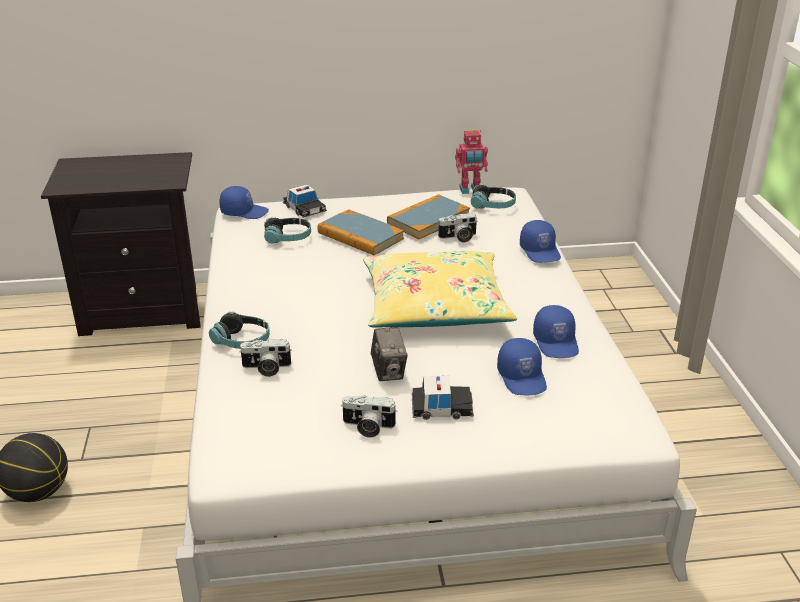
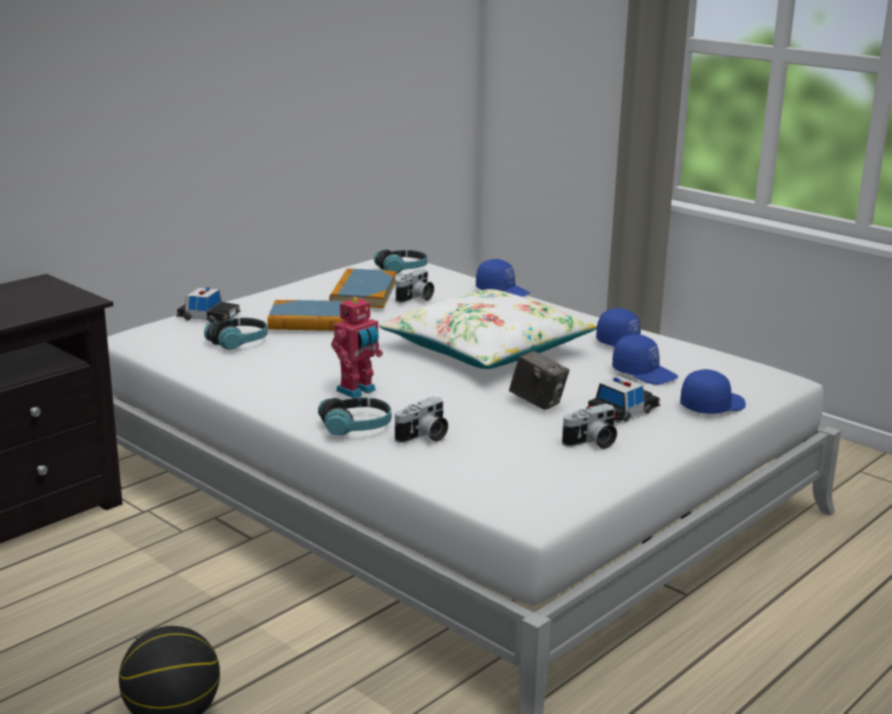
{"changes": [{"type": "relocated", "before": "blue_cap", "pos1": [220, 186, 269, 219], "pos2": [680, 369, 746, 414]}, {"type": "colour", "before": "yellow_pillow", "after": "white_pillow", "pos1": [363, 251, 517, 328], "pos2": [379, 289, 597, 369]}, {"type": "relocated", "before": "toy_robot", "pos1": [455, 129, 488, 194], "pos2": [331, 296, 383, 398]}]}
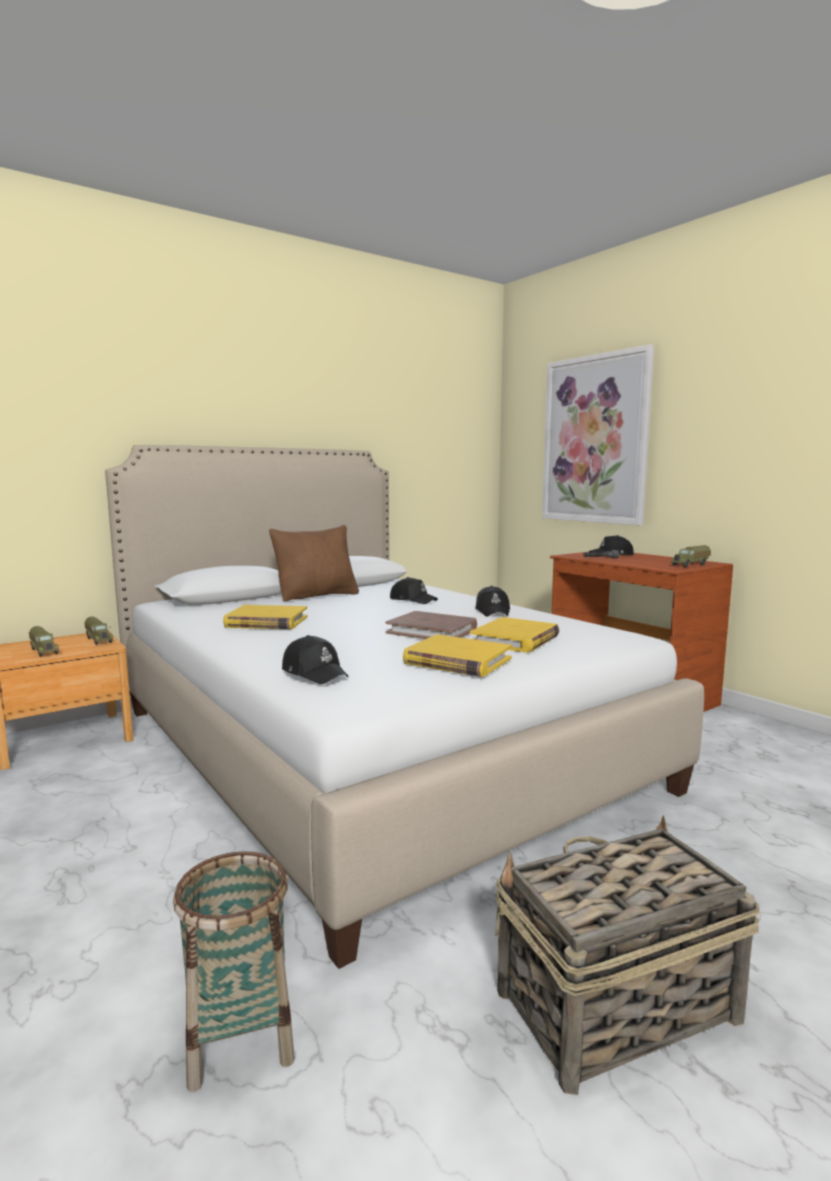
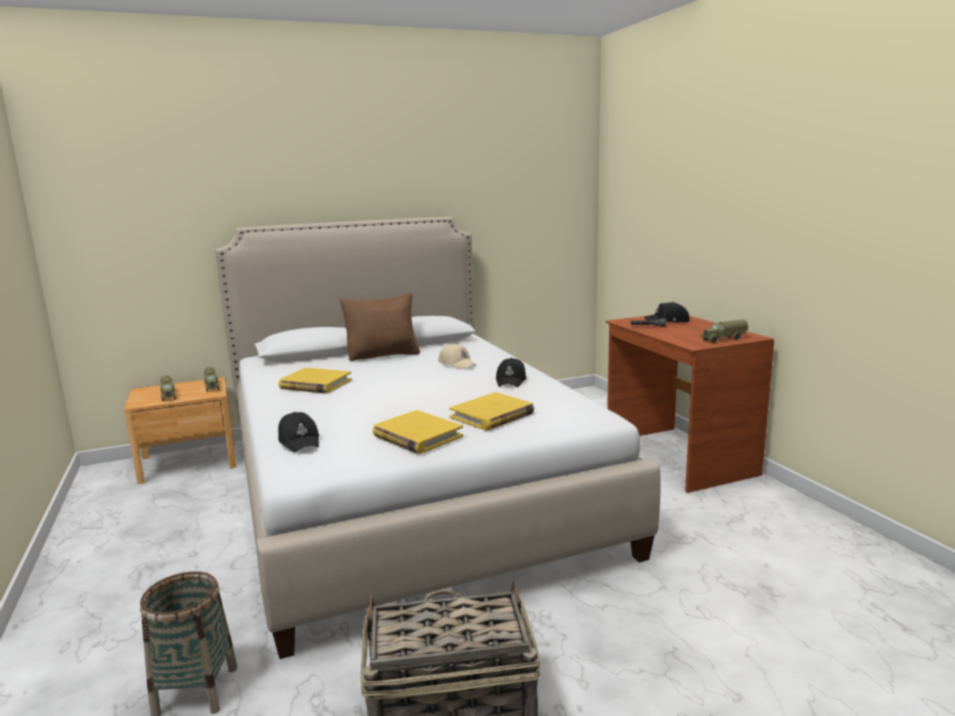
{"changes": [{"type": "missing", "before": "brown_book", "pos1": [386, 611, 477, 639]}, {"type": "colour", "before": "black_cap", "after": "beige_cap", "pos1": [390, 577, 438, 604], "pos2": [439, 343, 476, 369]}, {"type": "missing", "before": "picture", "pos1": [542, 344, 654, 525]}]}
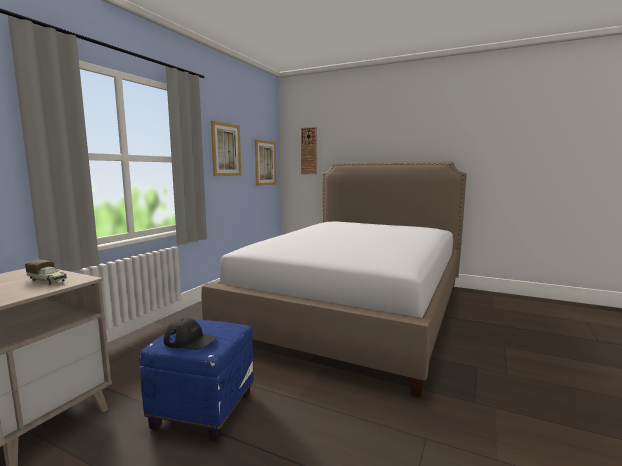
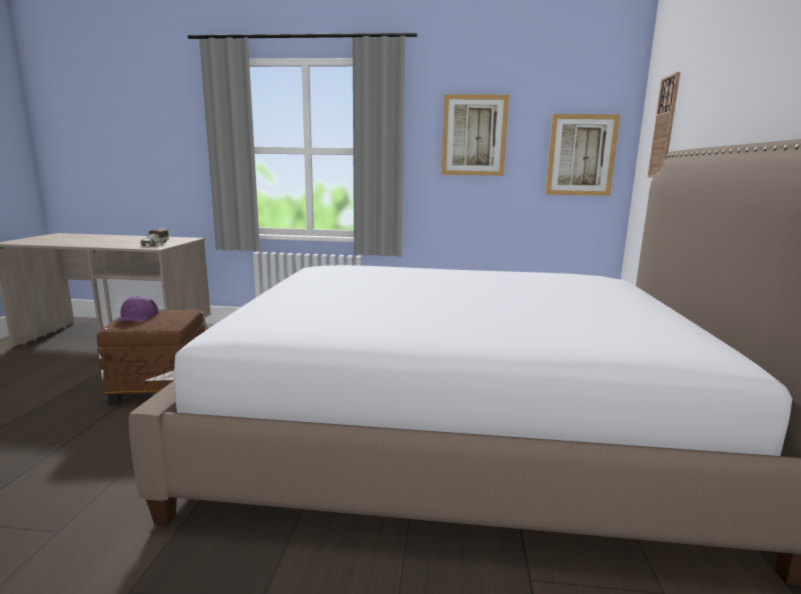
{"changes": [{"type": "colour", "before": "blue_ottoman", "after": "brown_ottoman", "pos1": [139, 319, 254, 442], "pos2": [97, 310, 205, 405]}, {"type": "colour", "before": "black_cap", "after": "purple_cap", "pos1": [164, 318, 217, 350], "pos2": [116, 295, 159, 321]}]}
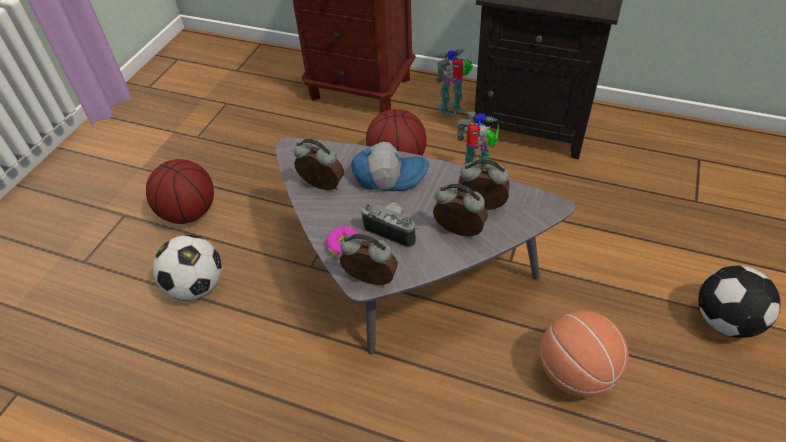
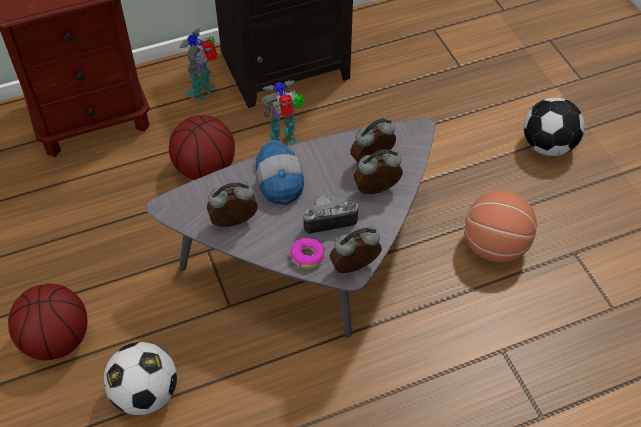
{"changes": [{"type": "spun", "before": "cap", "pos1": [351, 142, 429, 191], "pos2": [256, 140, 304, 205], "turn": -60}]}
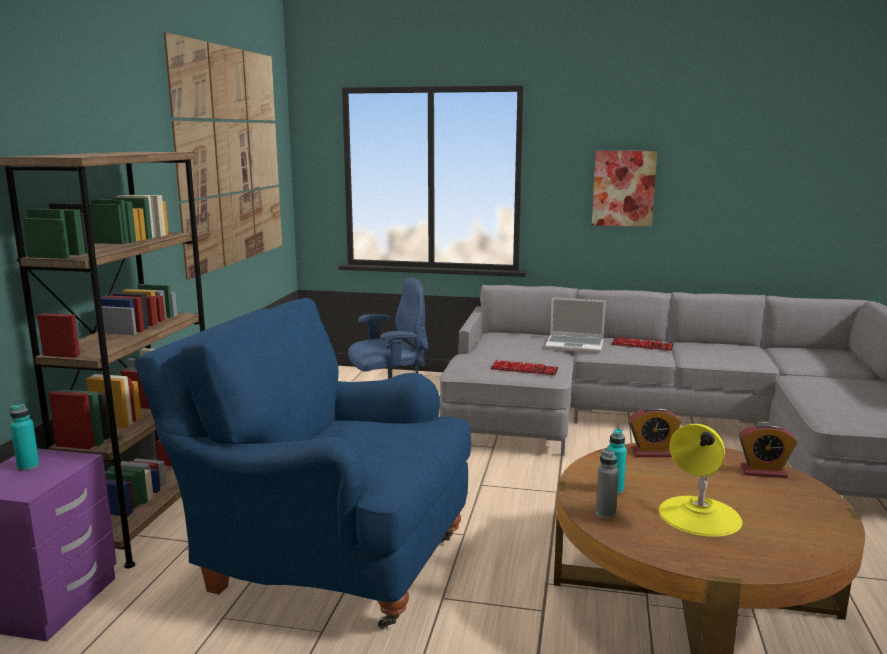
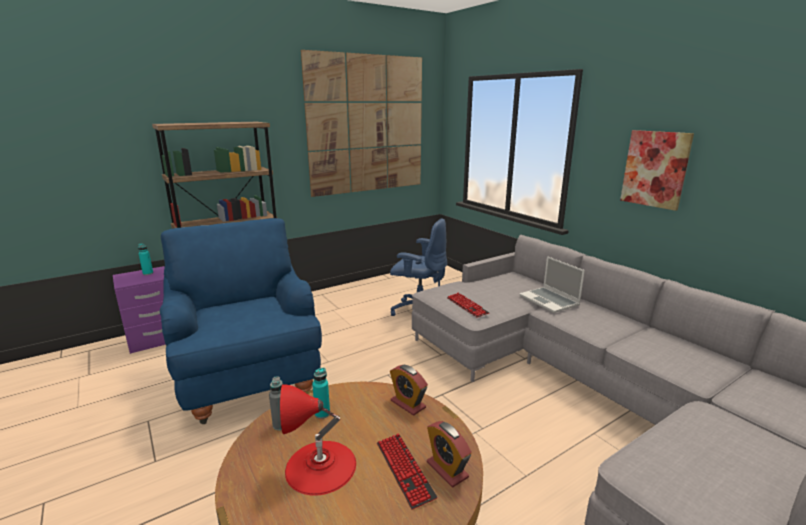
{"changes": [{"type": "relocated", "before": "keyboard", "pos1": [612, 337, 674, 351], "pos2": [377, 433, 437, 510]}, {"type": "colour", "before": "yellow_table_lamp", "after": "red_table_lamp", "pos1": [659, 424, 742, 537], "pos2": [280, 384, 356, 496]}]}
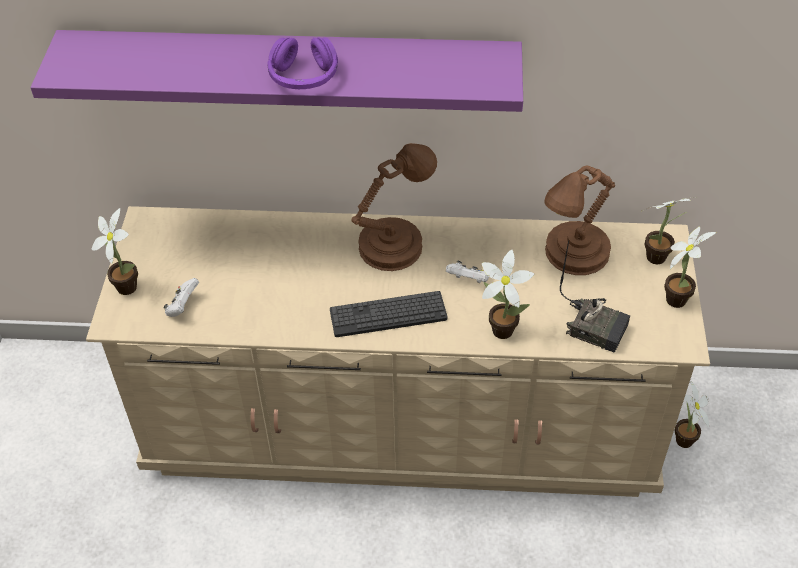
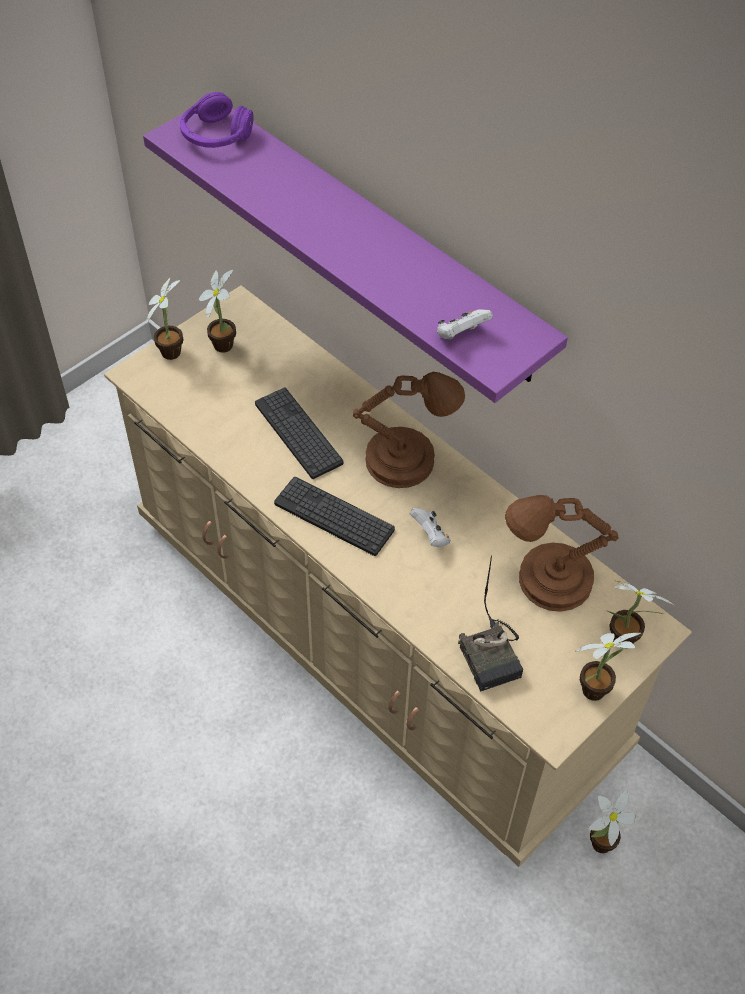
{"changes": [{"type": "relocated", "before": "white_game_controller", "pos1": [163, 278, 199, 317], "pos2": [437, 309, 493, 340]}, {"type": "relocated", "before": "purple_headphones", "pos1": [268, 37, 338, 89], "pos2": [180, 92, 254, 148]}, {"type": "relocated", "before": "potted_plant", "pos1": [482, 250, 534, 339], "pos2": [199, 270, 236, 353]}, {"type": "appeared", "after": "keyboard", "pos2": [255, 388, 343, 479]}]}
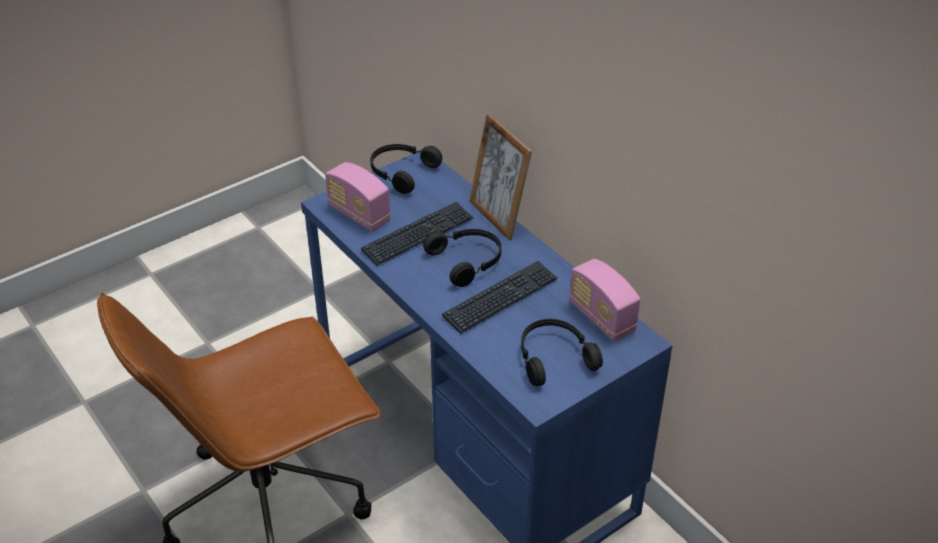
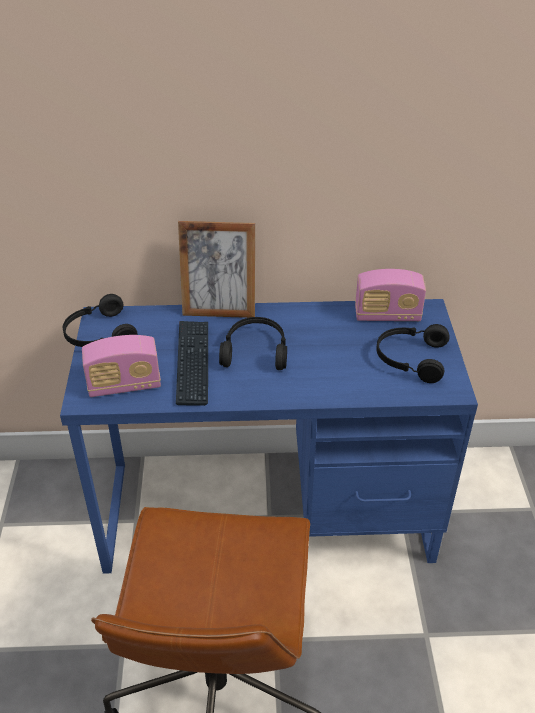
{"changes": [{"type": "missing", "before": "keyboard", "pos1": [442, 261, 558, 334]}]}
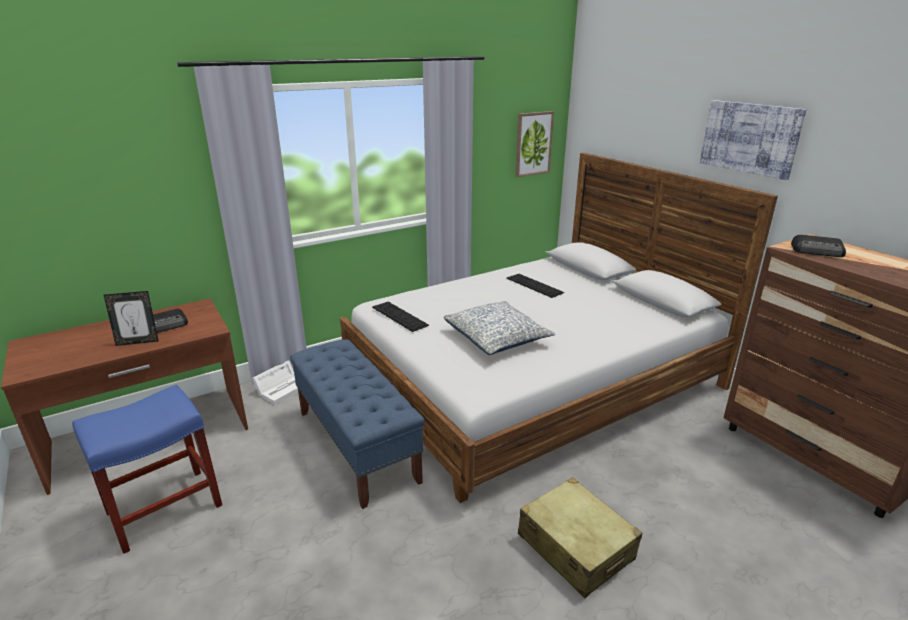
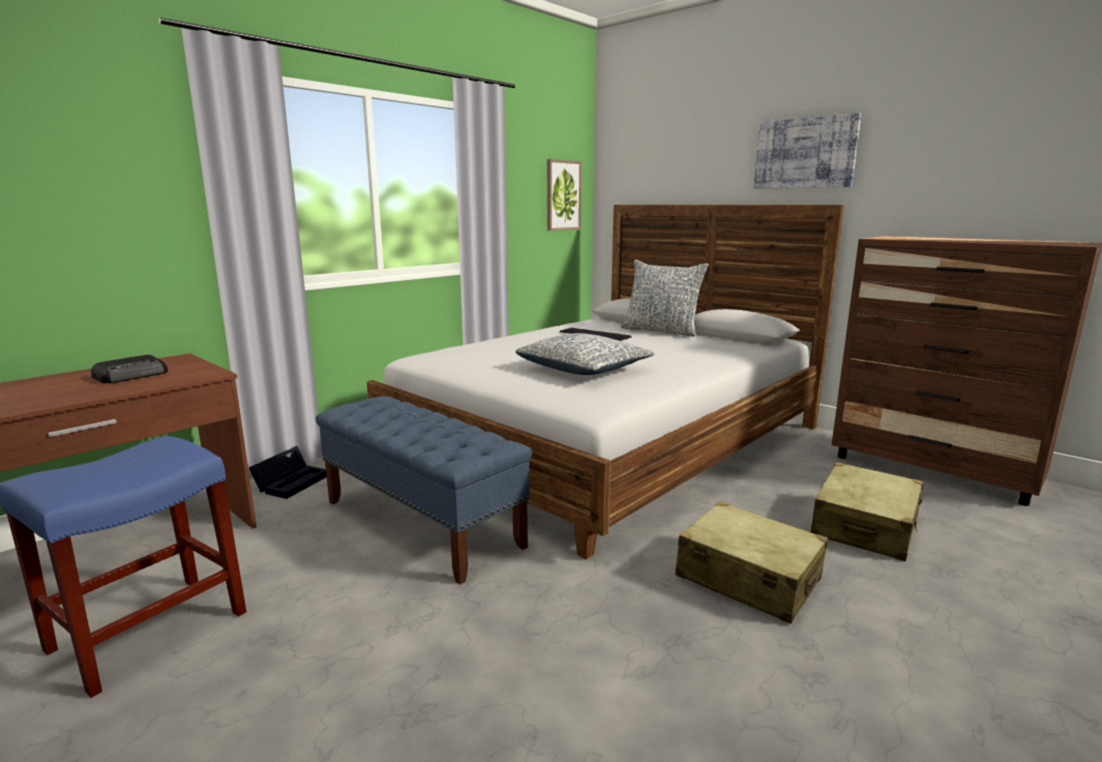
{"changes": [{"type": "missing", "before": "picture_frame", "pos1": [104, 291, 159, 346]}, {"type": "colour", "before": "white_storage_box", "after": "black_storage_box", "pos1": [252, 360, 298, 405], "pos2": [249, 446, 327, 499]}, {"type": "missing", "before": "keyboard", "pos1": [372, 302, 429, 332]}, {"type": "missing", "before": "radio", "pos1": [791, 235, 846, 257]}, {"type": "appeared", "after": "pillow", "pos2": [621, 260, 709, 337]}, {"type": "appeared", "after": "beige_suitcase", "pos2": [810, 462, 923, 561]}]}
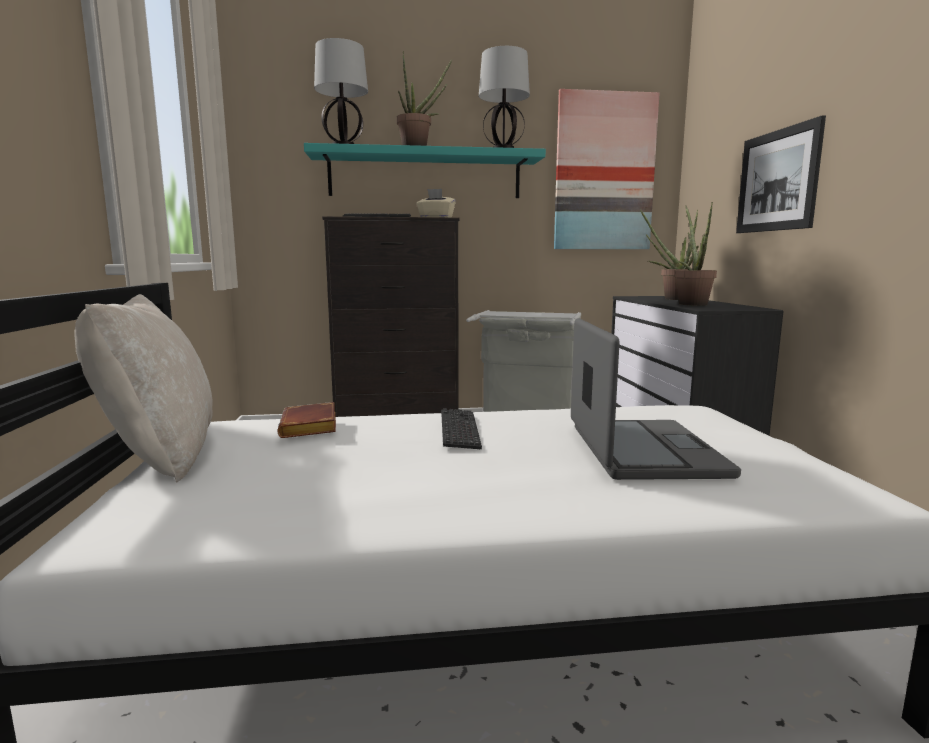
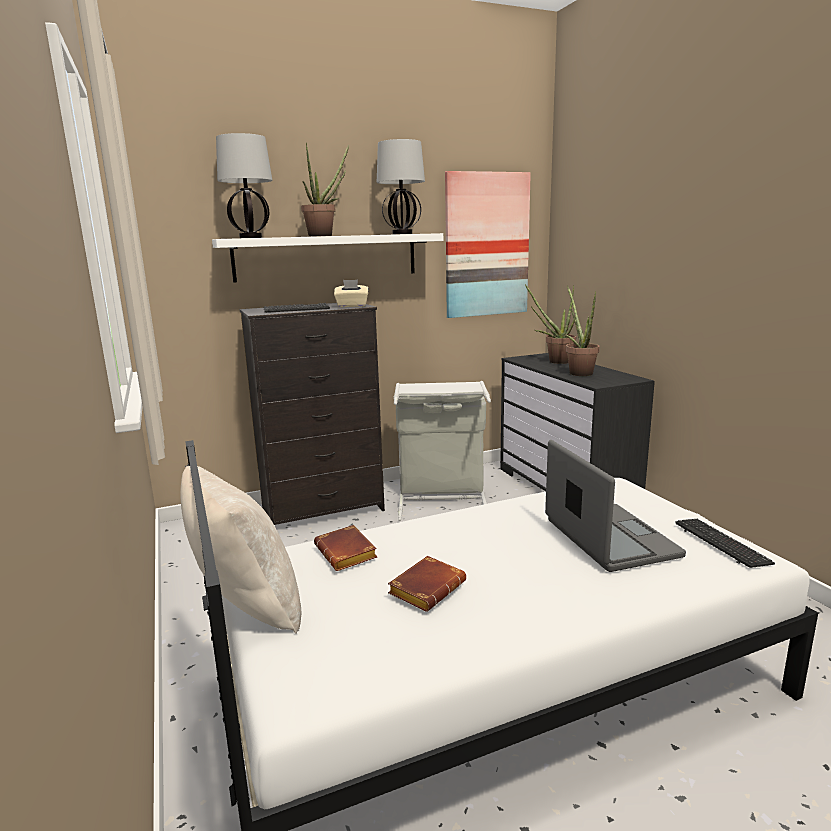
{"changes": [{"type": "colour", "before": "turquoise_shelf", "after": "white_shelf", "pos1": [304, 143, 546, 198], "pos2": [212, 233, 443, 283]}, {"type": "relocated", "before": "keyboard", "pos1": [441, 408, 482, 449], "pos2": [675, 519, 775, 568]}, {"type": "missing", "before": "picture", "pos1": [736, 115, 826, 233]}, {"type": "appeared", "after": "brown_book", "pos2": [388, 556, 466, 612]}]}
